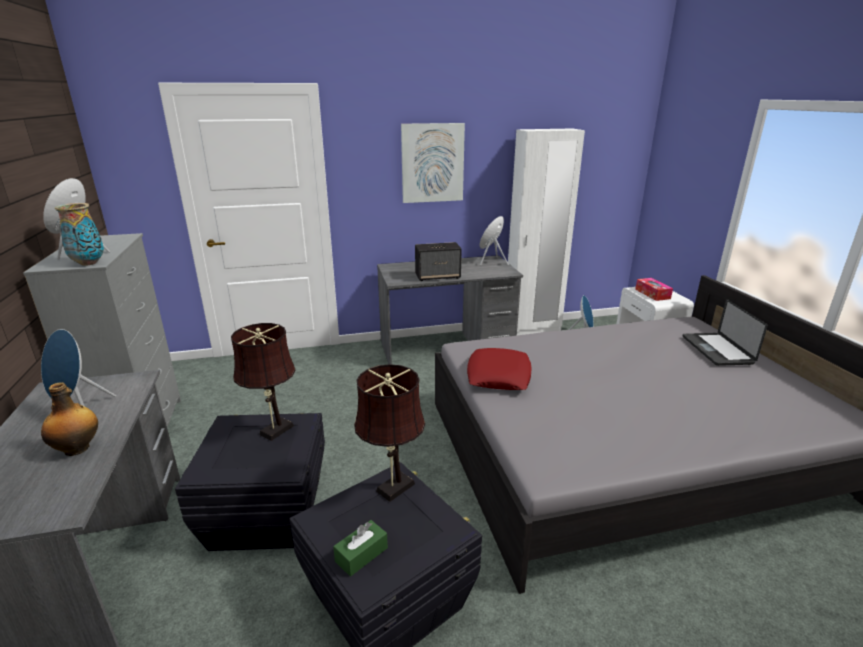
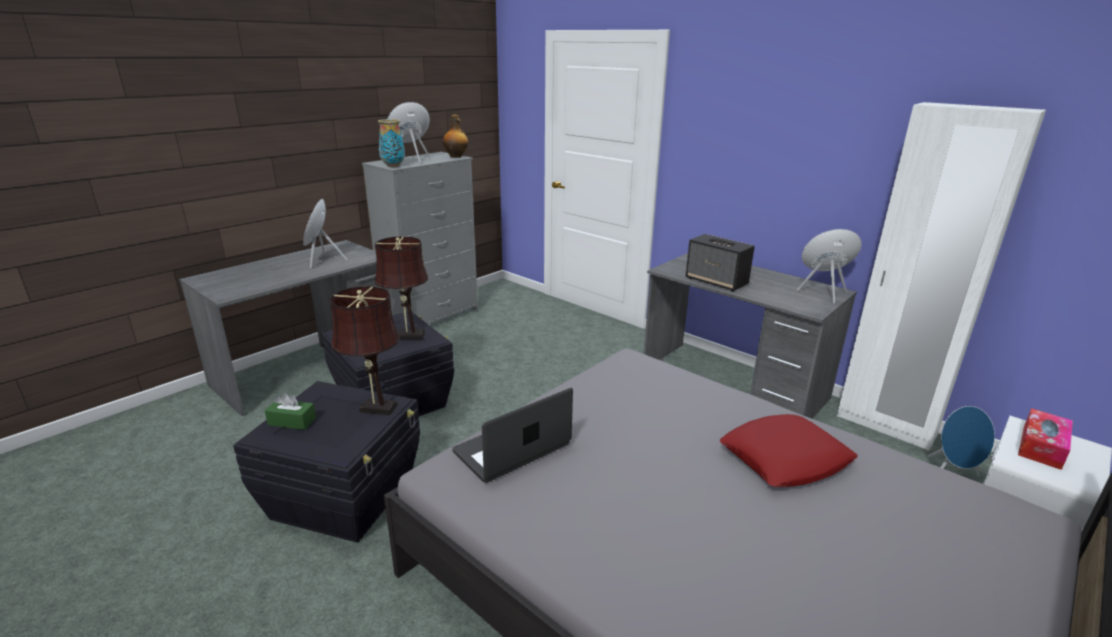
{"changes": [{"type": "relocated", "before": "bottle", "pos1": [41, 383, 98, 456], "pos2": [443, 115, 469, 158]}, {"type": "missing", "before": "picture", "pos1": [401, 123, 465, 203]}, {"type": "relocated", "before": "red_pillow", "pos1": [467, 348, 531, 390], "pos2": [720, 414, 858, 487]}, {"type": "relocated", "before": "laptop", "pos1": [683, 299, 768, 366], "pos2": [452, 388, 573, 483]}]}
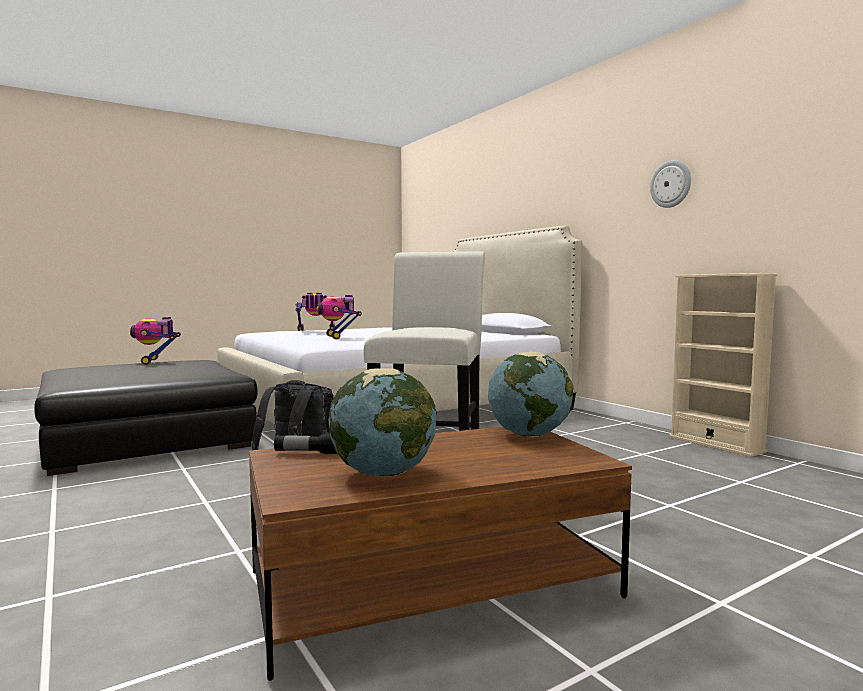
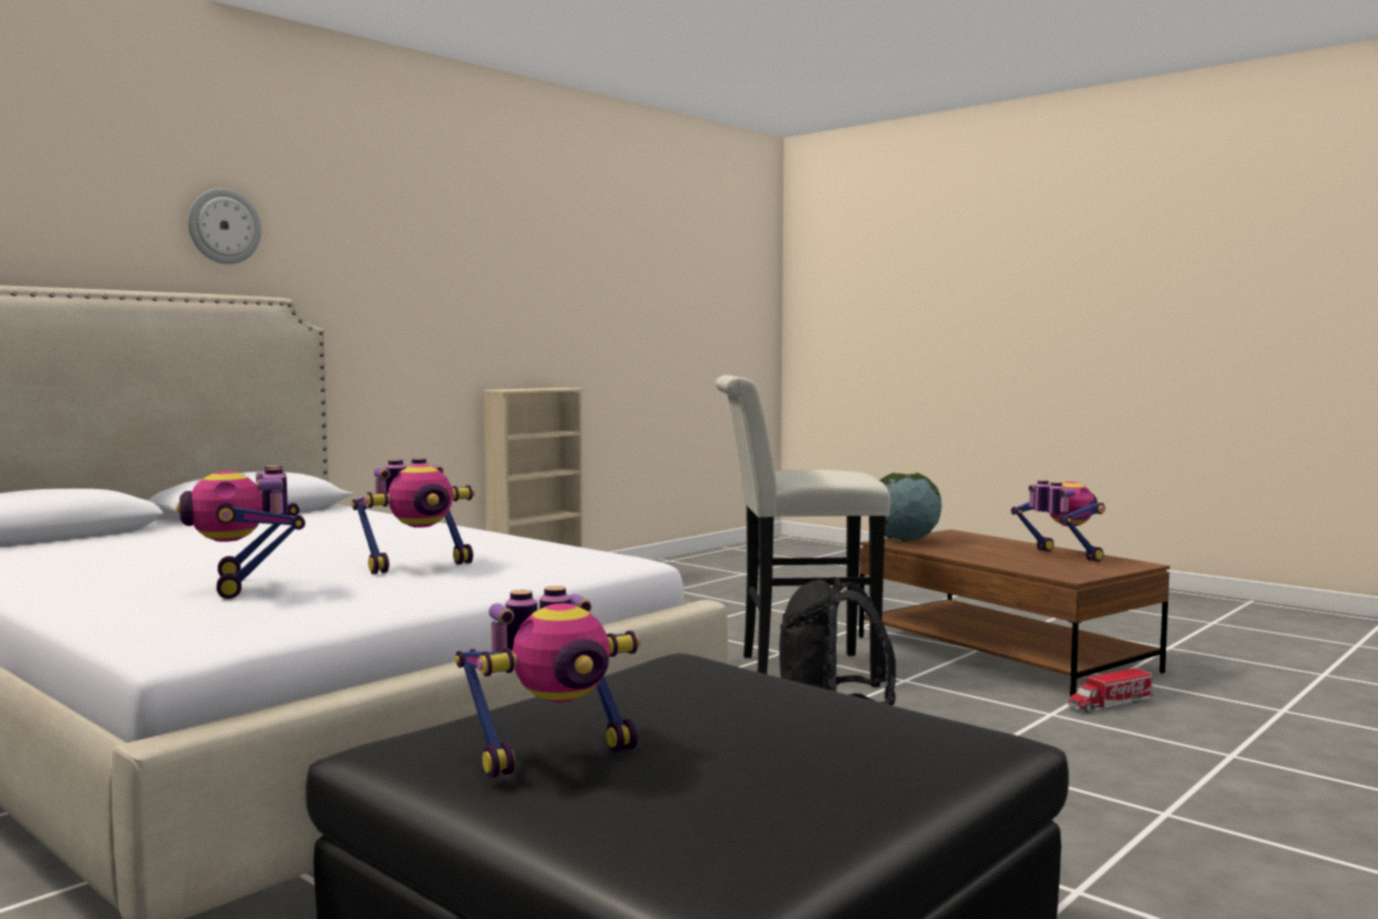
{"changes": [{"type": "missing", "before": "flashlight", "pos1": [274, 433, 338, 455]}, {"type": "exchanged", "before": "globe", "after": "toy_robot", "pos1": [328, 368, 437, 477], "pos2": [1011, 480, 1105, 562]}, {"type": "relocated", "before": "wall_clock", "pos1": [650, 160, 691, 208], "pos2": [188, 188, 261, 264]}, {"type": "appeared", "after": "toy_truck", "pos2": [1068, 668, 1153, 713]}]}
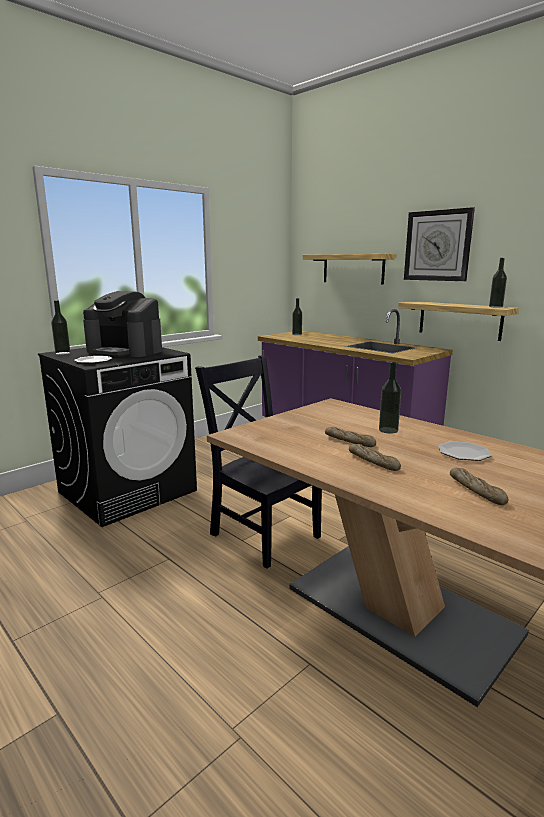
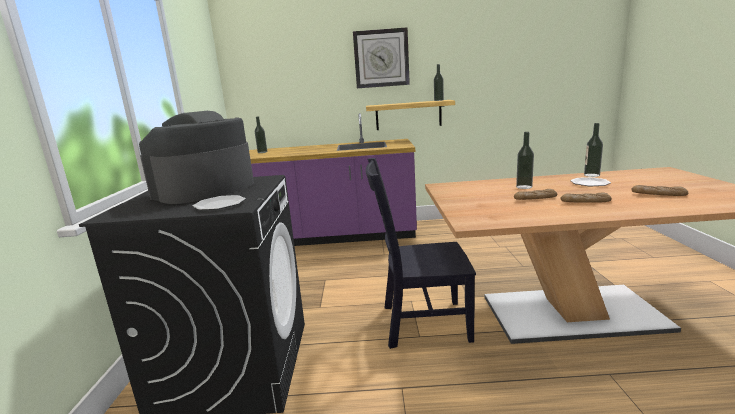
{"changes": [{"type": "relocated", "before": "bottle", "pos1": [51, 300, 70, 355], "pos2": [584, 123, 603, 177]}, {"type": "spun", "before": "coffee_machine", "pos1": [83, 291, 162, 357], "pos2": [139, 111, 254, 204], "turn": 150}, {"type": "missing", "before": "shelf", "pos1": [303, 254, 395, 284]}]}
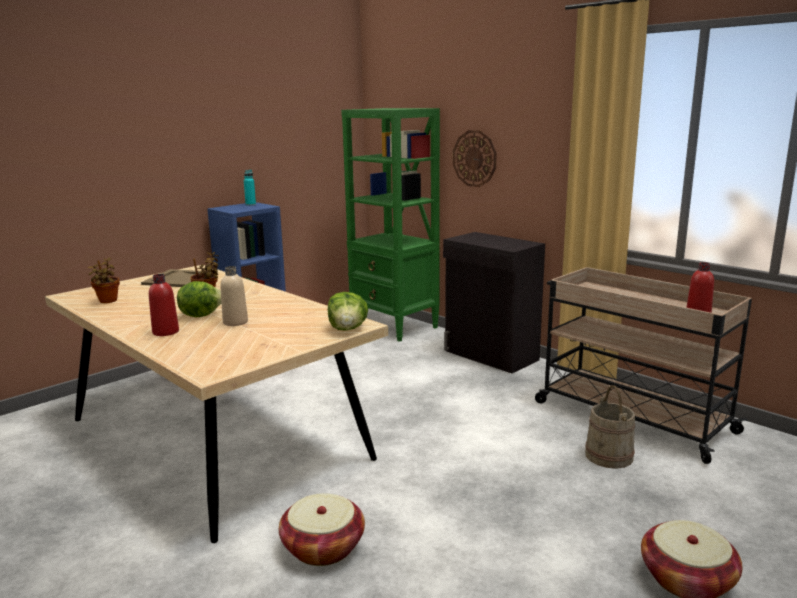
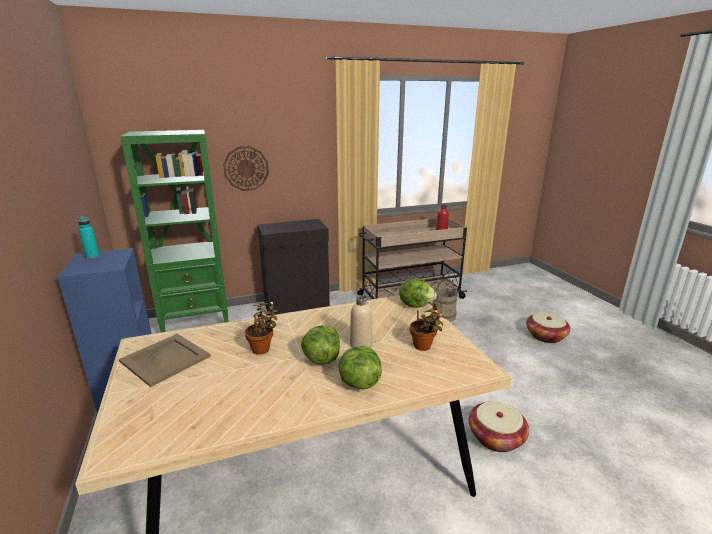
{"changes": [{"type": "relocated", "before": "potted_plant", "pos1": [88, 258, 120, 303], "pos2": [410, 301, 446, 351]}, {"type": "exchanged", "before": "red_bottle", "after": "lettuce", "pos1": [149, 274, 179, 336], "pos2": [338, 346, 382, 389]}]}
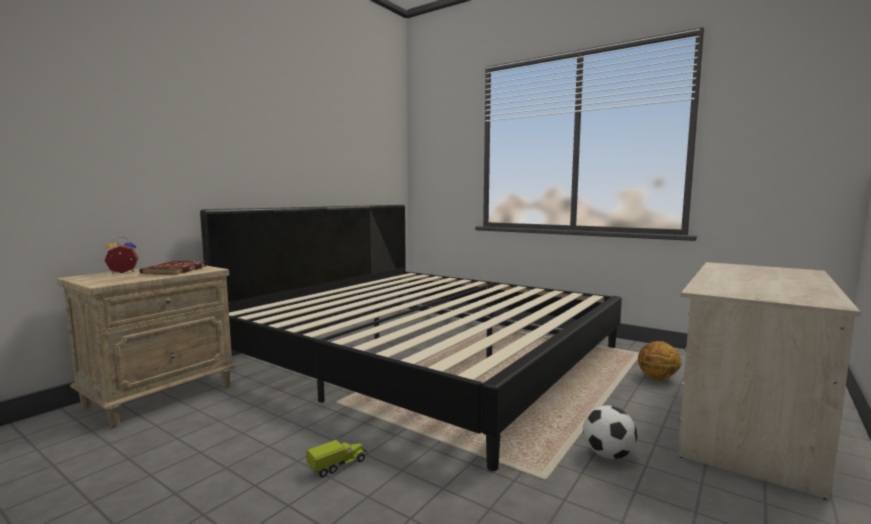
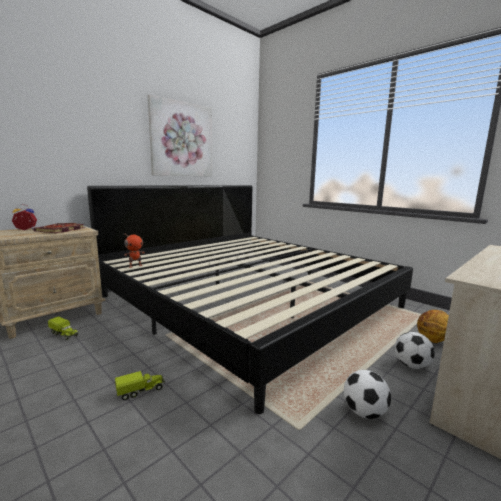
{"changes": [{"type": "appeared", "after": "toy_truck", "pos2": [48, 316, 78, 340]}, {"type": "appeared", "after": "toy_robot", "pos2": [123, 233, 145, 268]}, {"type": "appeared", "after": "picture", "pos2": [148, 94, 212, 177]}, {"type": "appeared", "after": "football", "pos2": [395, 332, 435, 369]}]}
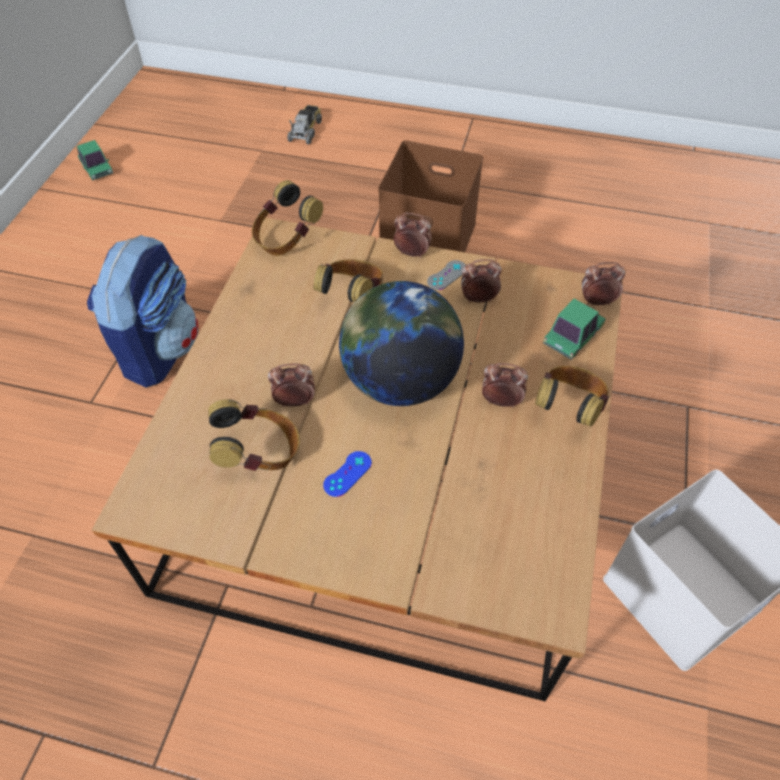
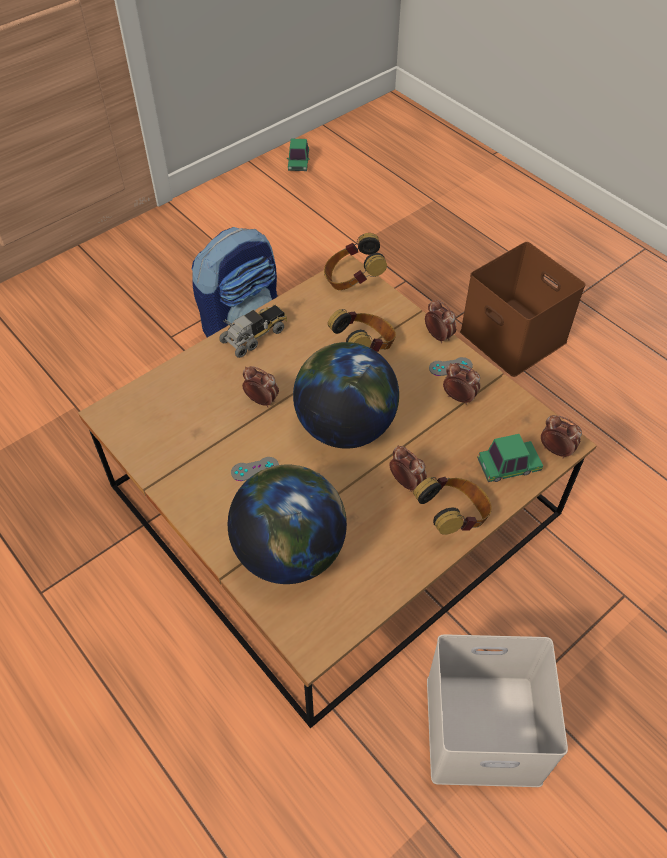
{"changes": [{"type": "missing", "before": "headphones", "pos1": [208, 399, 300, 471]}, {"type": "relocated", "before": "toy_truck", "pos1": [287, 105, 322, 145], "pos2": [219, 305, 287, 358]}, {"type": "colour", "before": "blue_game_controller", "after": "grey_game_controller", "pos1": [323, 451, 372, 497], "pos2": [231, 457, 279, 481]}, {"type": "appeared", "after": "globe", "pos2": [228, 465, 347, 584]}]}
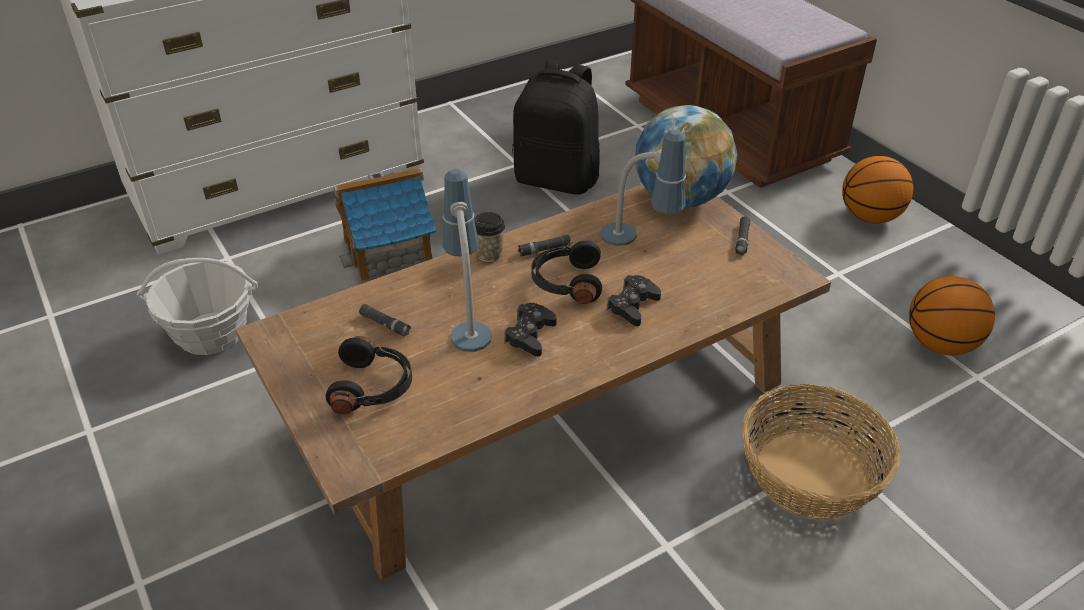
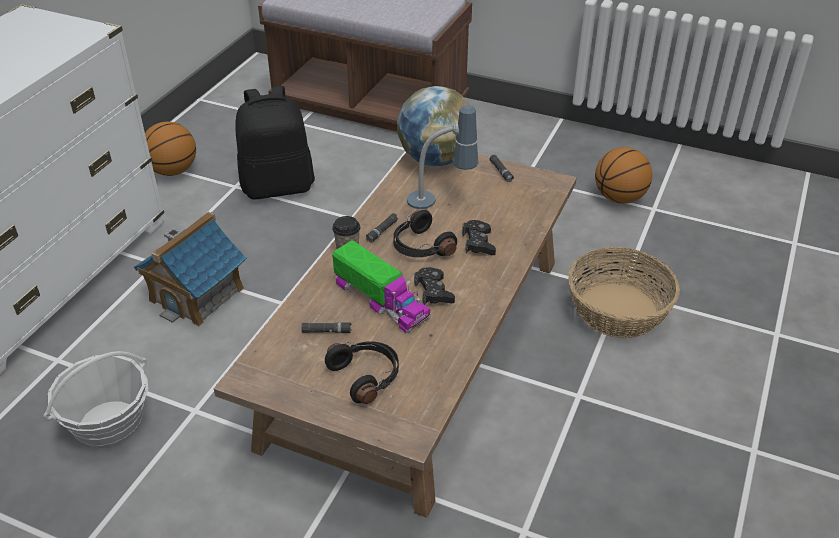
{"changes": [{"type": "exchanged", "before": "table_lamp", "after": "toy_truck", "pos1": [442, 169, 492, 352], "pos2": [332, 240, 431, 333]}, {"type": "relocated", "before": "basketball", "pos1": [842, 156, 913, 224], "pos2": [145, 122, 196, 176]}]}
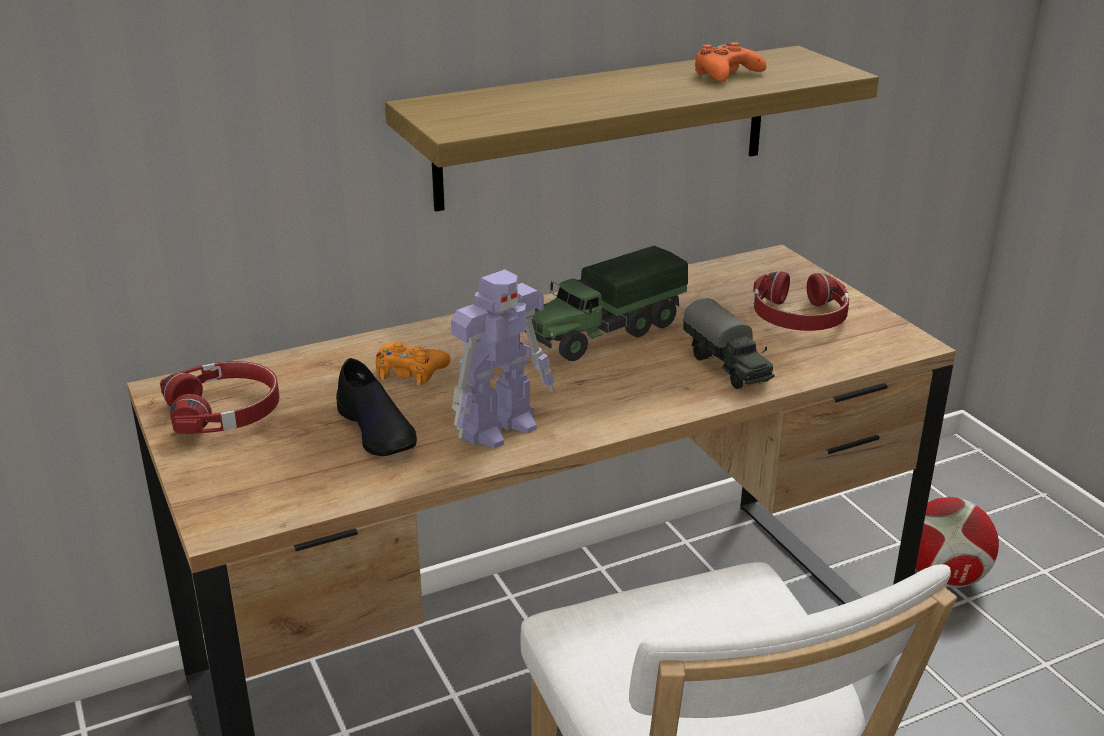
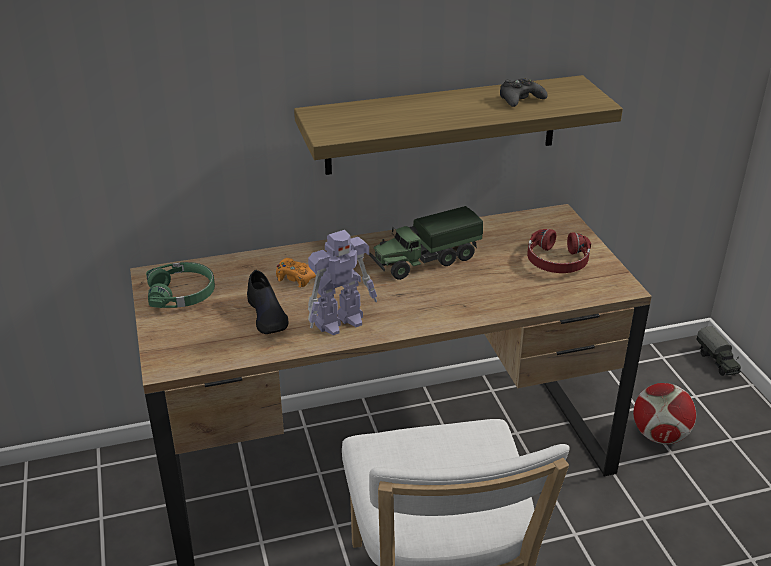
{"changes": [{"type": "colour", "before": "red_headphones", "after": "green_headphones", "pos1": [160, 361, 279, 434], "pos2": [146, 262, 215, 308]}, {"type": "relocated", "before": "toy_truck", "pos1": [683, 298, 775, 389], "pos2": [696, 326, 741, 376]}, {"type": "colour", "before": "orange_game_controller", "after": "black_game_controller", "pos1": [695, 42, 766, 82], "pos2": [500, 78, 548, 107]}]}
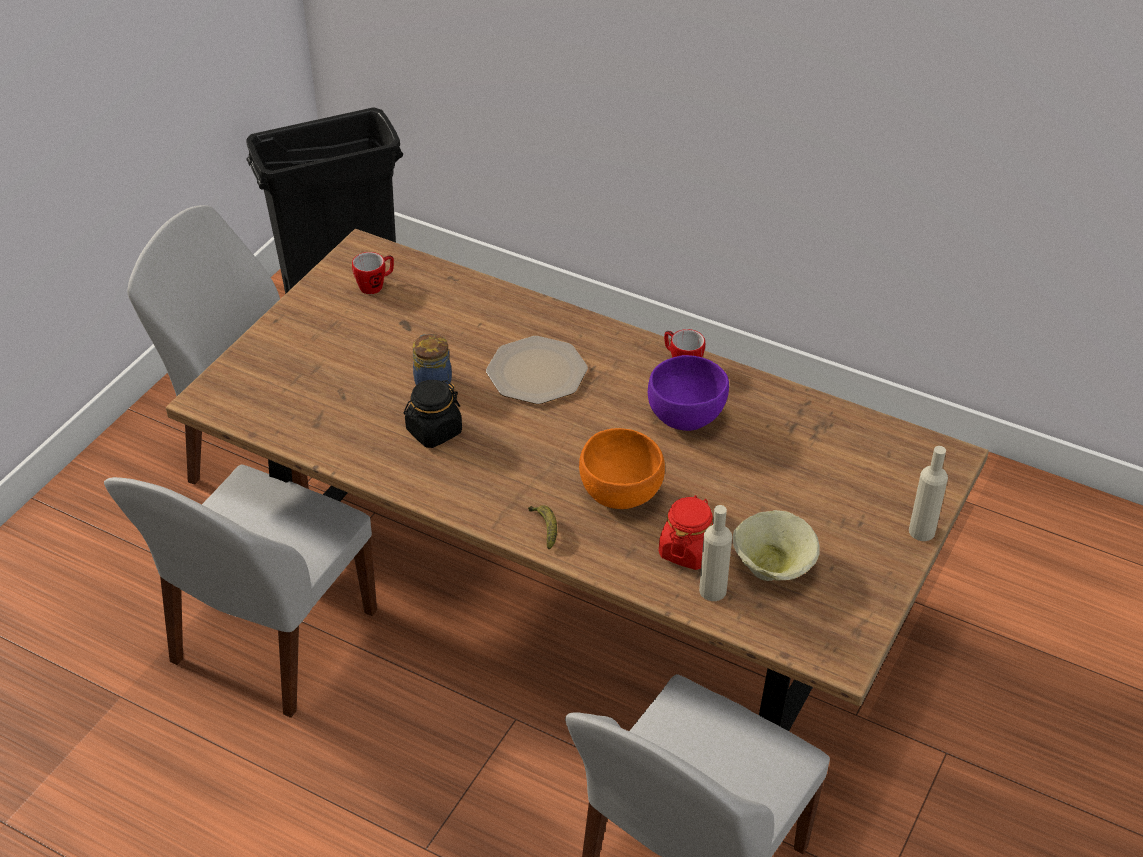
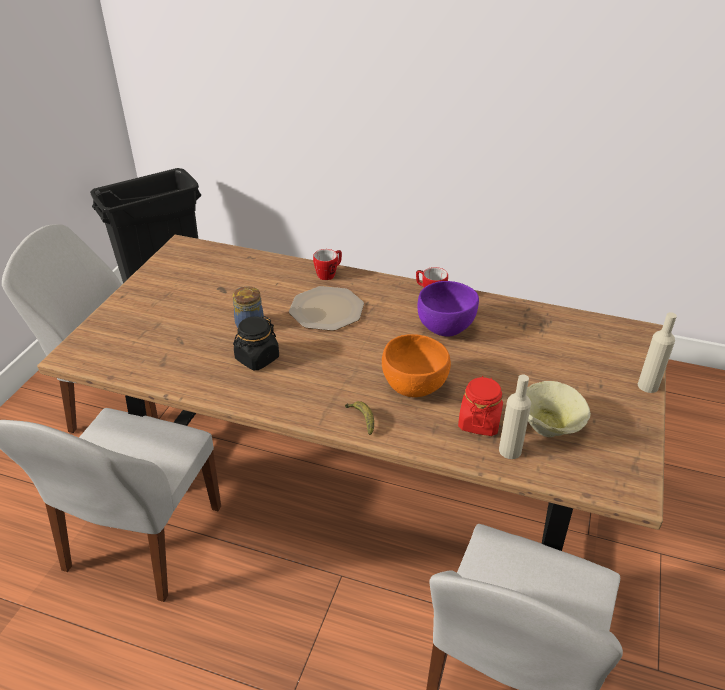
{"changes": [{"type": "relocated", "before": "mug", "pos1": [352, 252, 394, 294], "pos2": [313, 249, 342, 280]}]}
